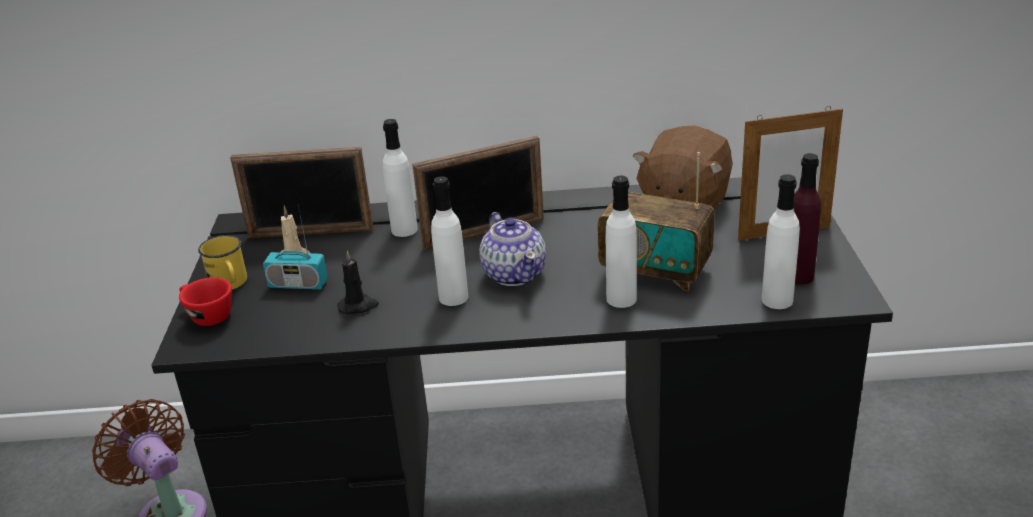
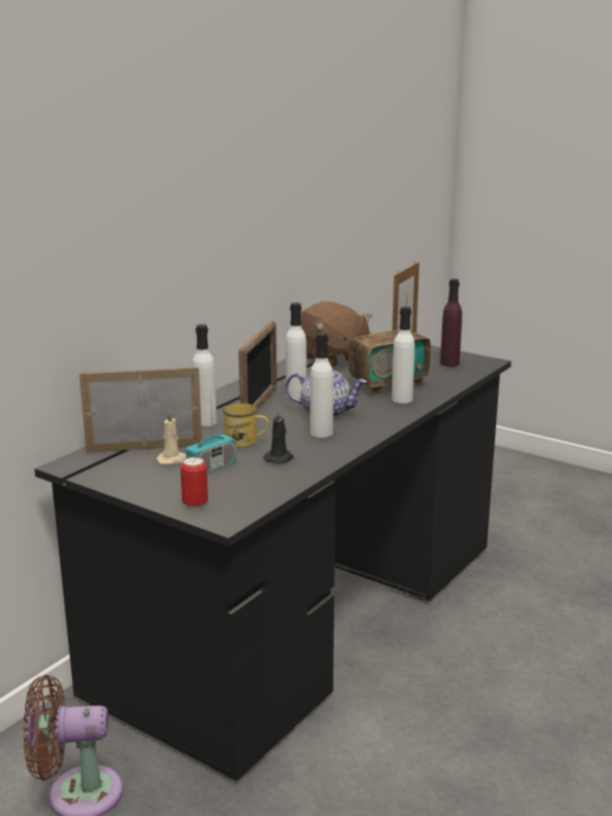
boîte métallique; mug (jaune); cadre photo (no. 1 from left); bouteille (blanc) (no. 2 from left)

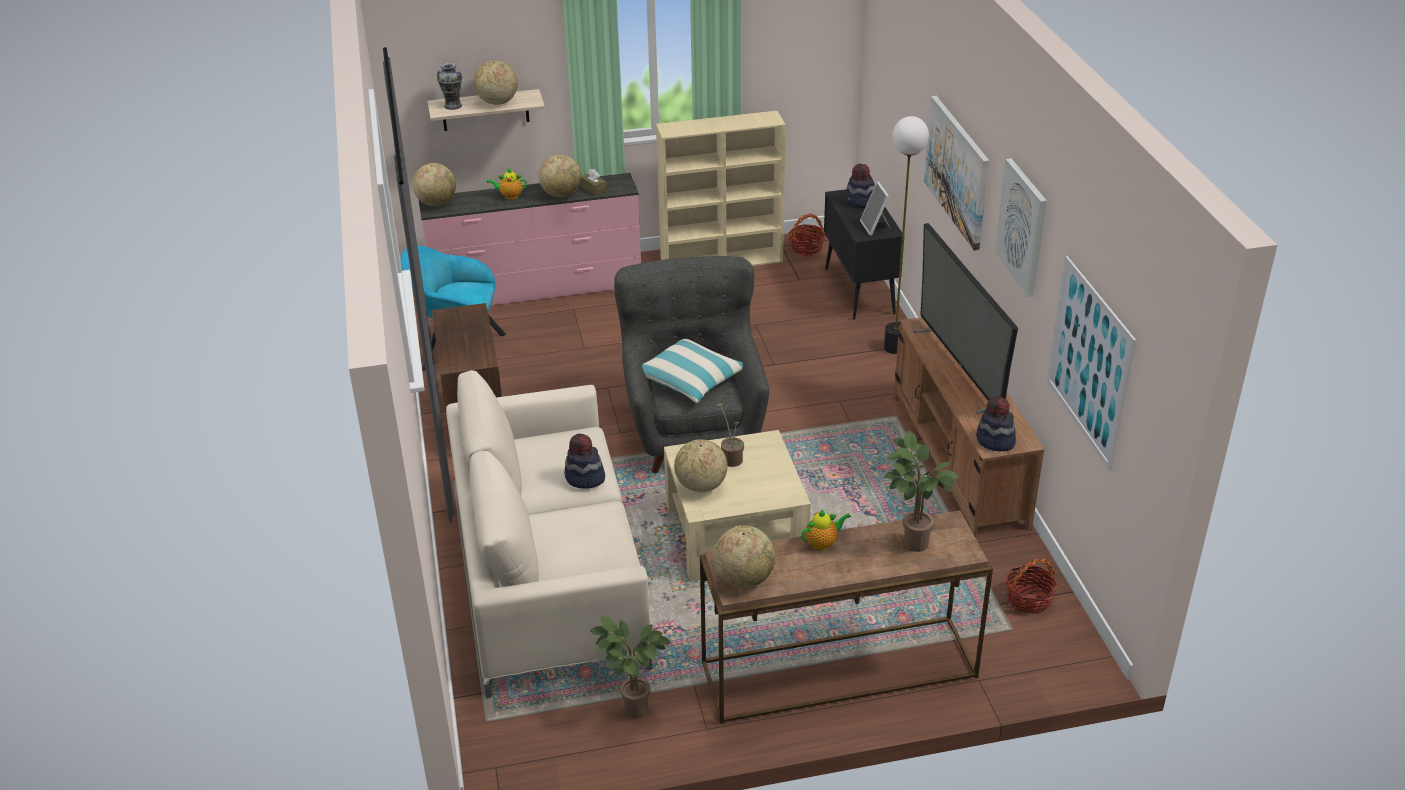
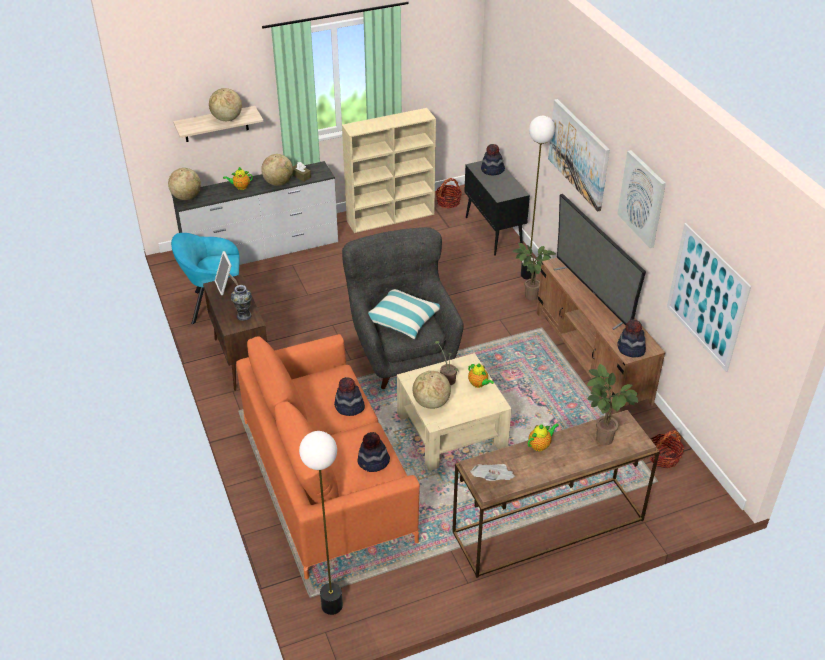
commode (blanc); vase; canapé (orange); plante en pot (no. 2 from left); journal; cadre photo; lampadaire (no. 1 from left); chapeau (no. 2 from left); théière (no. 2 from left)

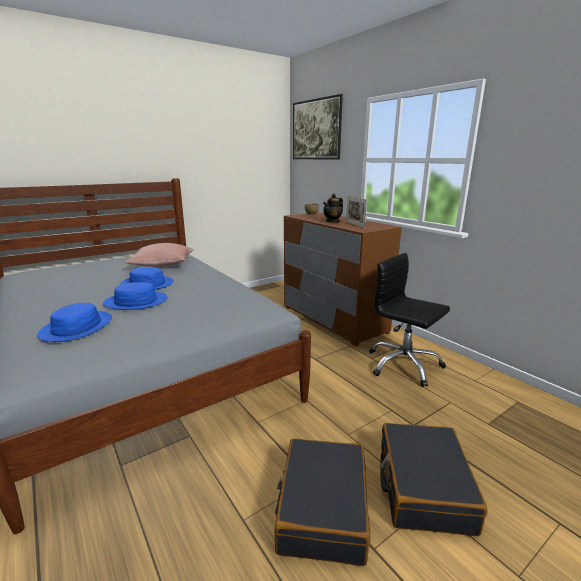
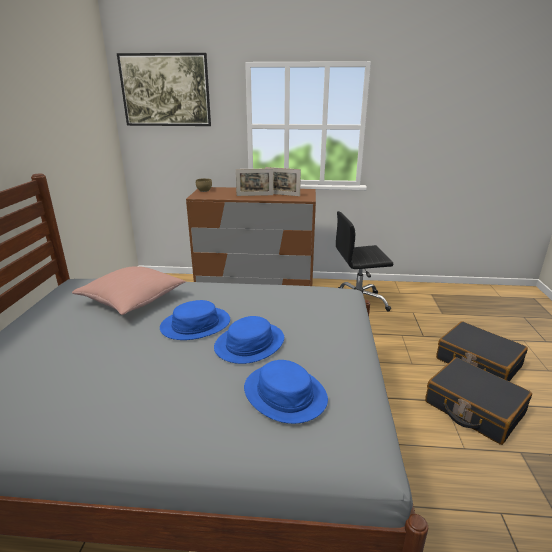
cadre photo (no. 1 from left)

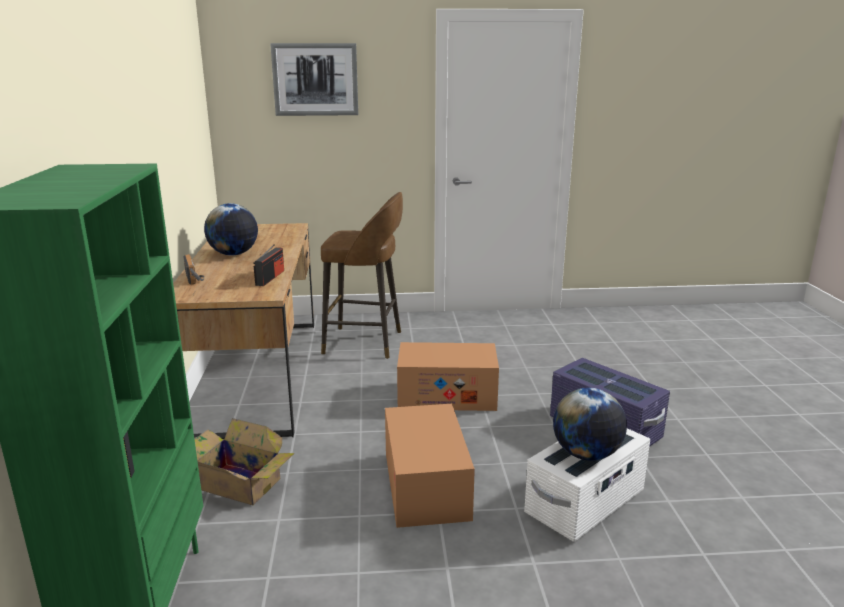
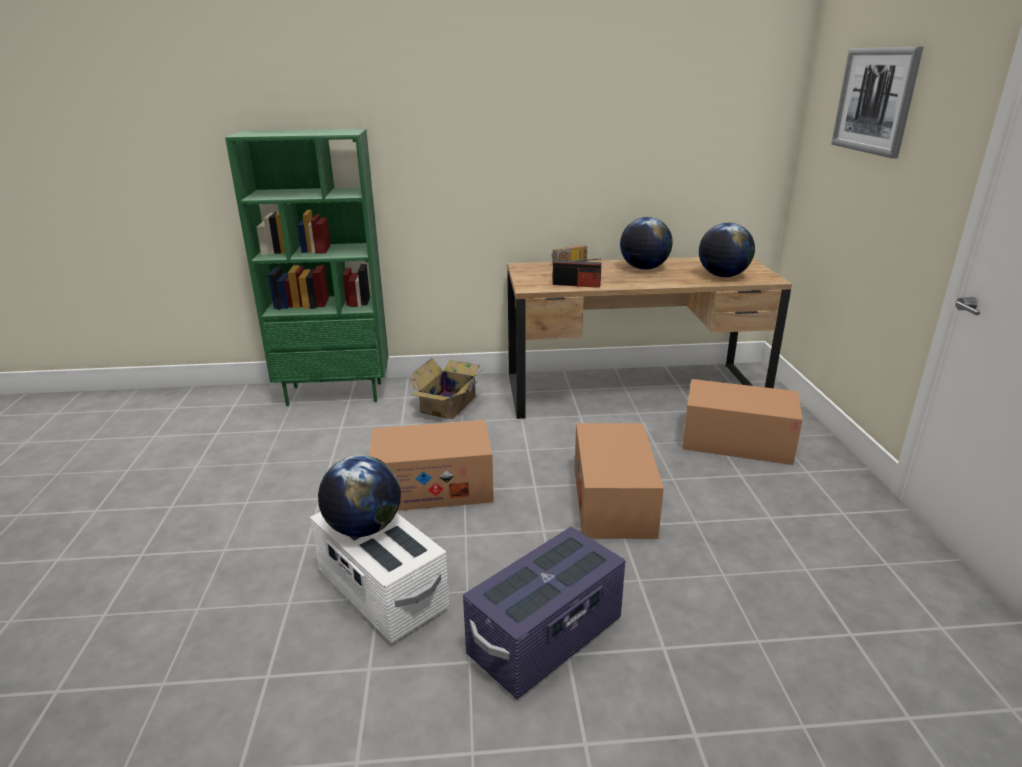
carton (no. 4 from left); globe (no. 3 from left)

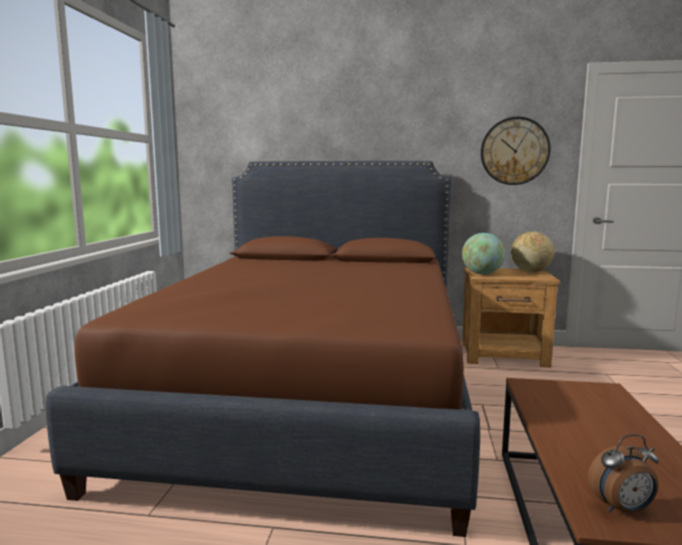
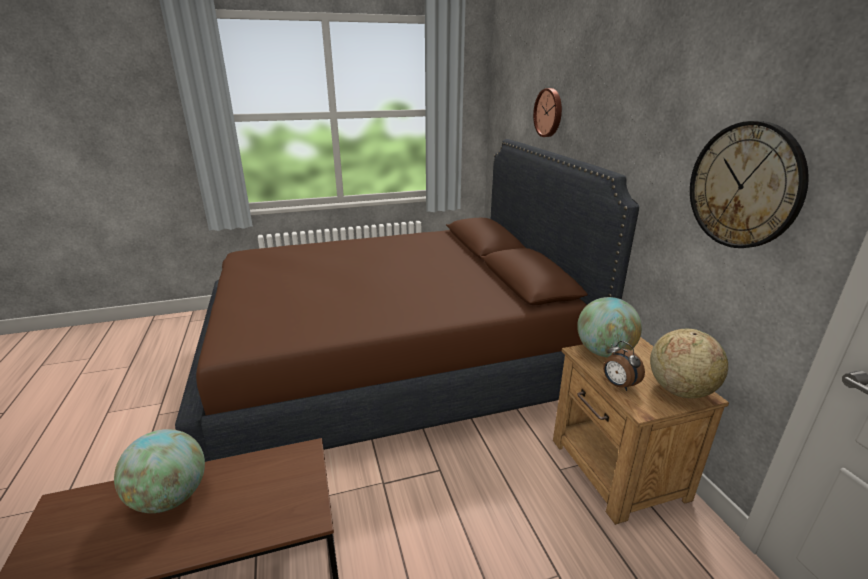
réveil; globe (no. 1 from left); horloge murale (no. 1 from left)

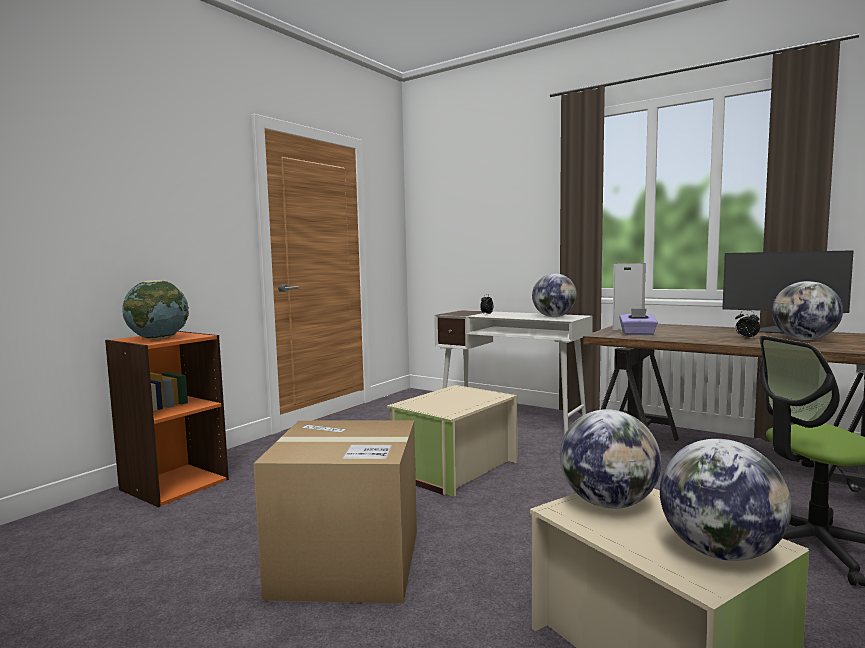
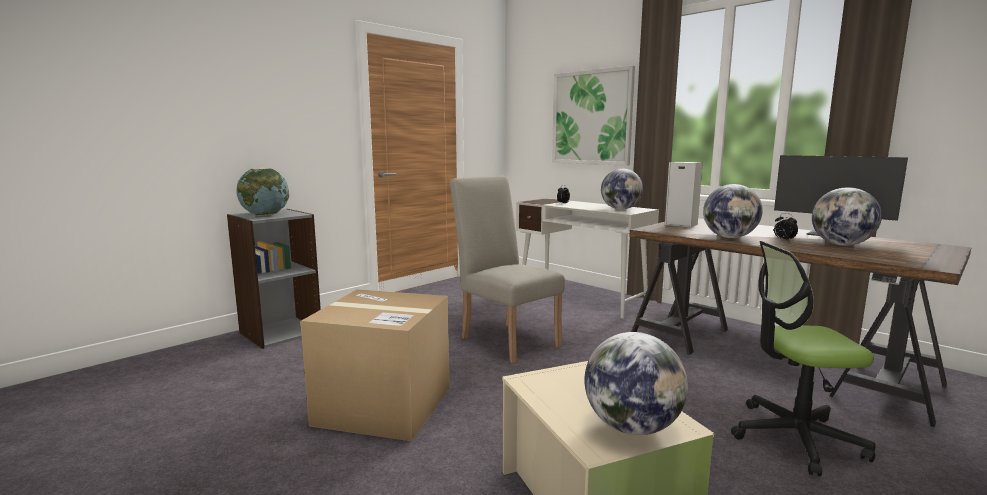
bibliothèque (gris); chaise (beige); globe (no. 4 from left); boîte à mouchoirs (violet); tableau

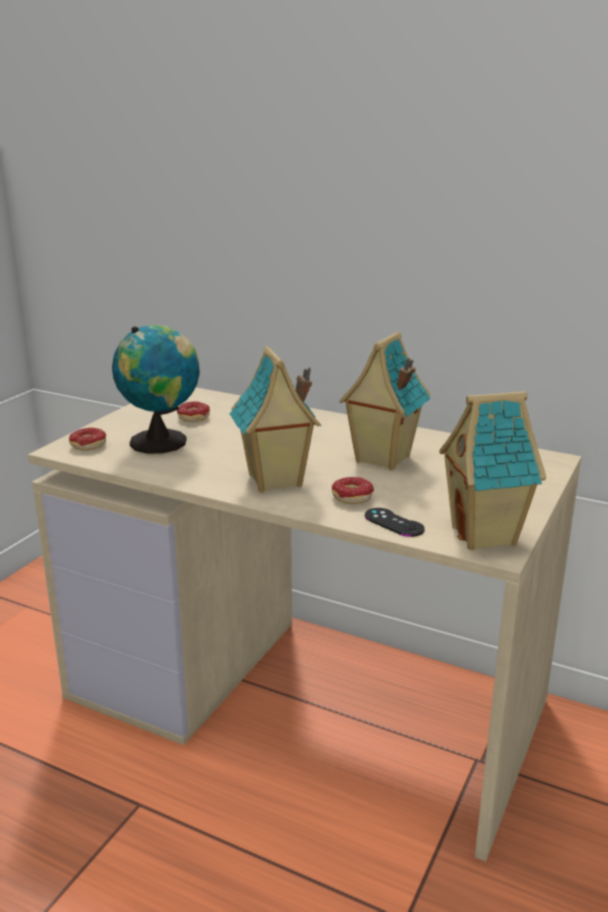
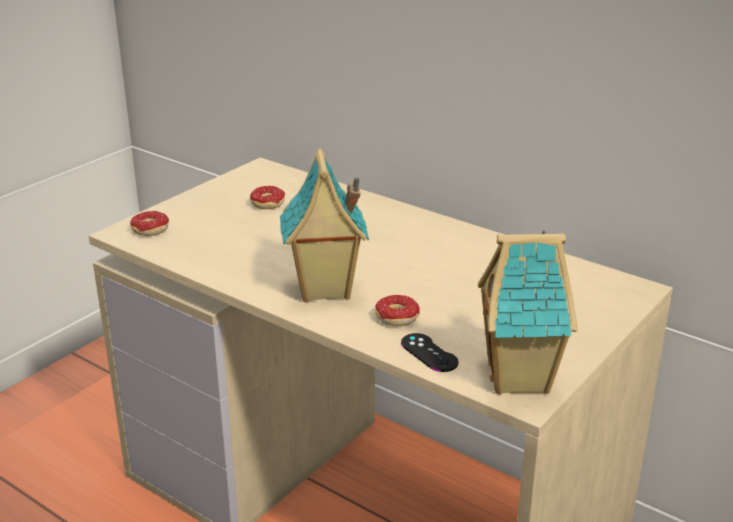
globe; maison miniature (no. 2 from left in the first image)

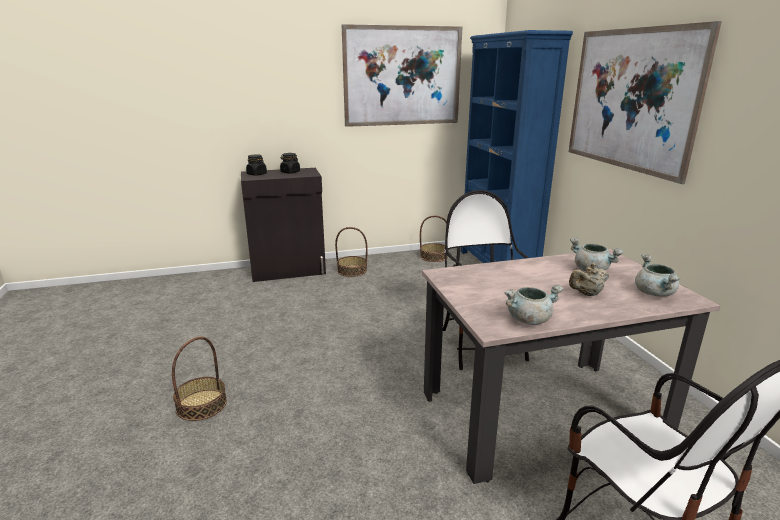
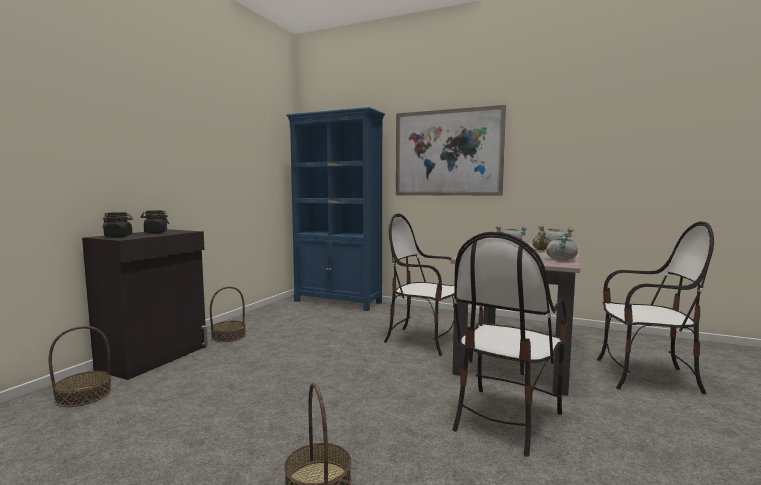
tableau (no. 1 from left in the first image); panier (no. 1 from left); chaise (no. 2 from left)

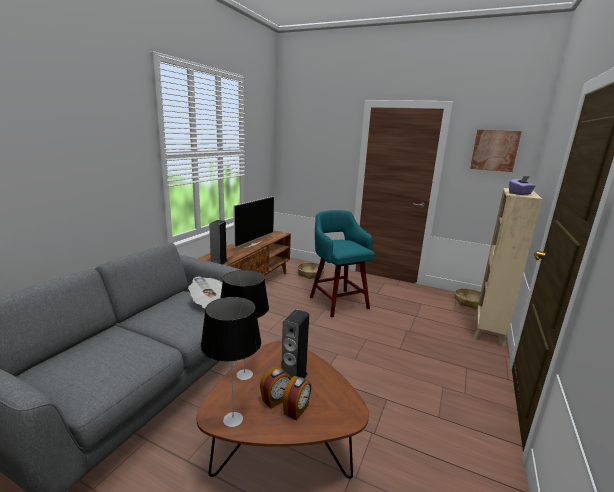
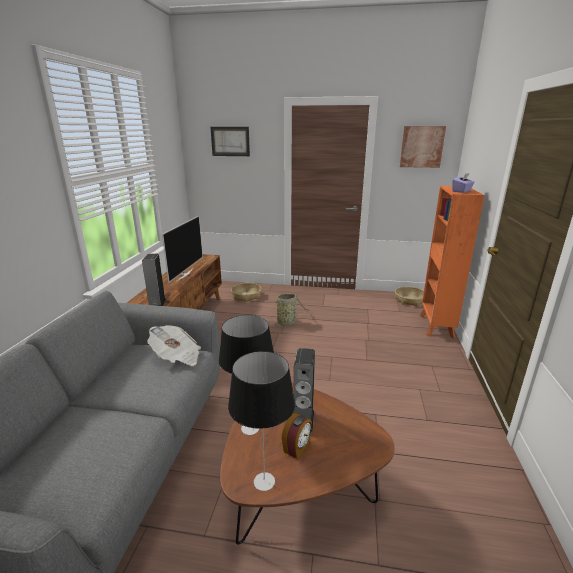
réveil (no. 2 from left in the first image); panier (no. 2 from left); bibliothèque (orange); tableau (no. 1 from left)

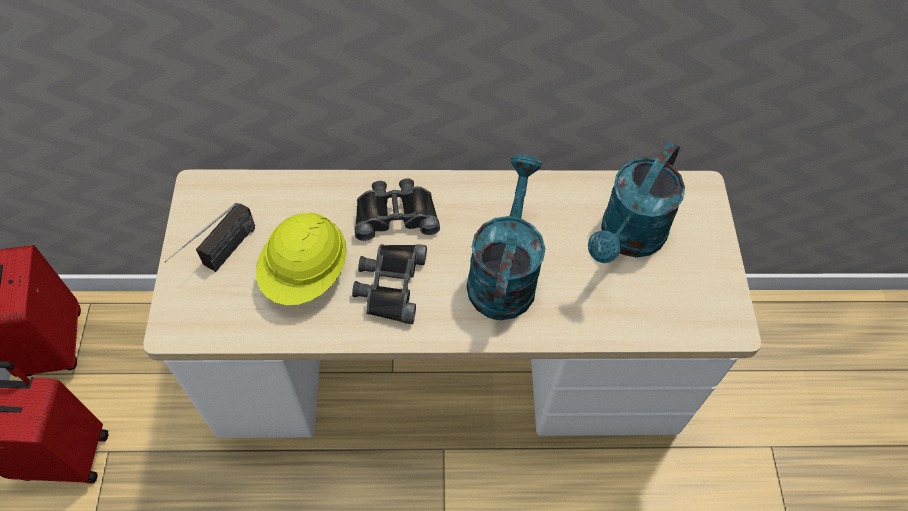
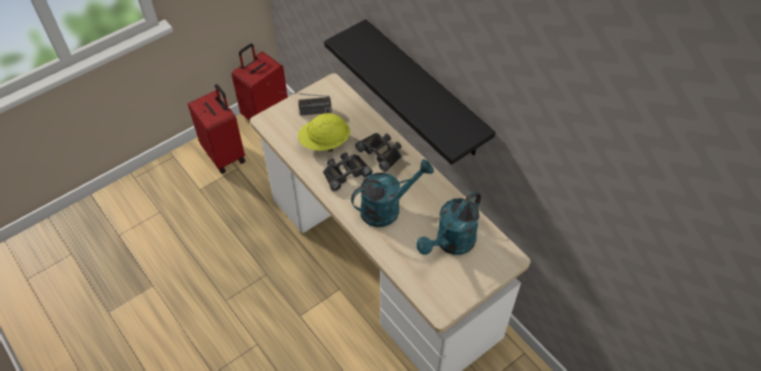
arrosoir (turquoise) (no. 2 from left); étagère (noir)

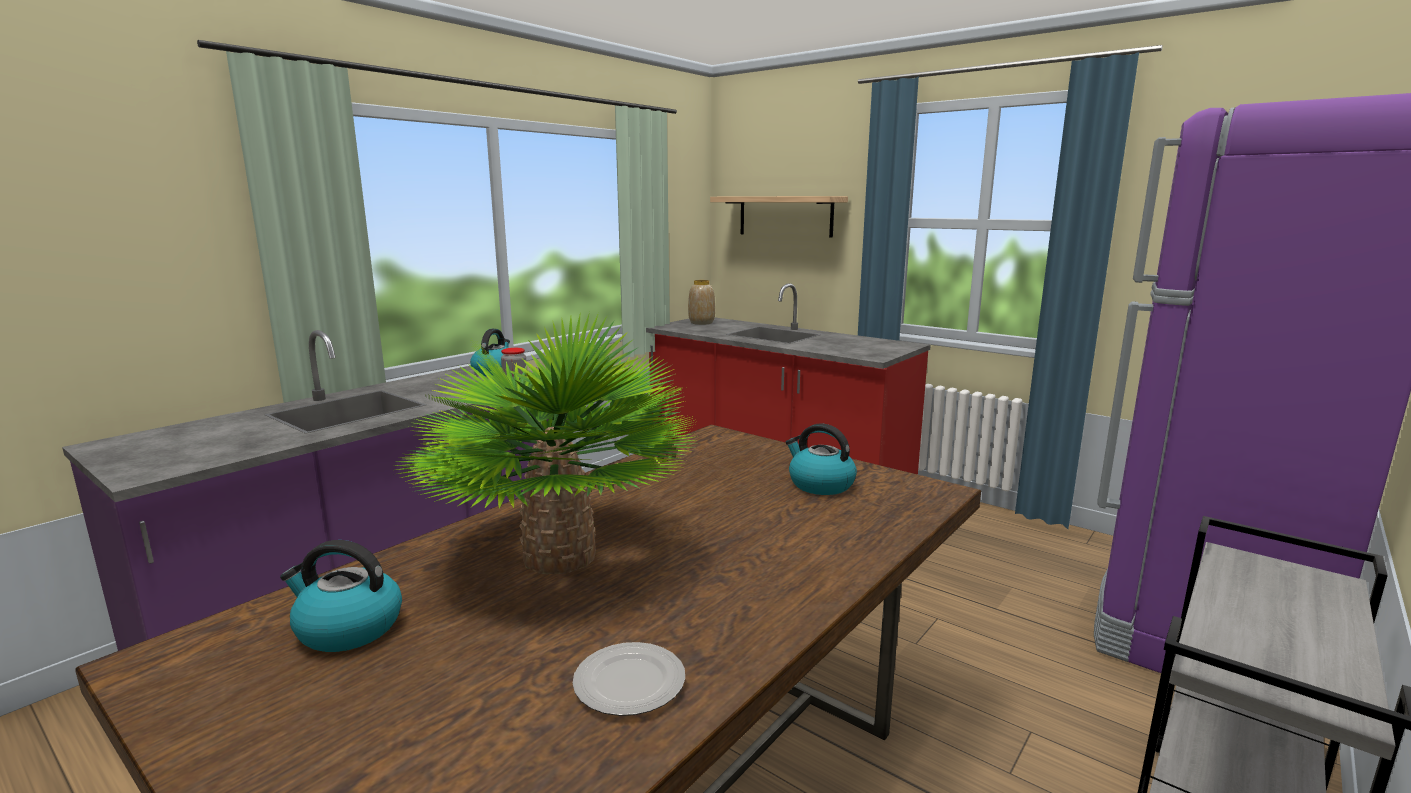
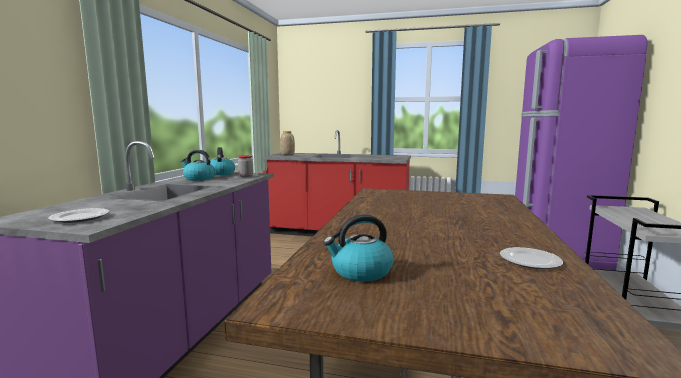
plante en pot; étagère; bouilloire (no. 1 from left); assiette (no. 1 from left)

